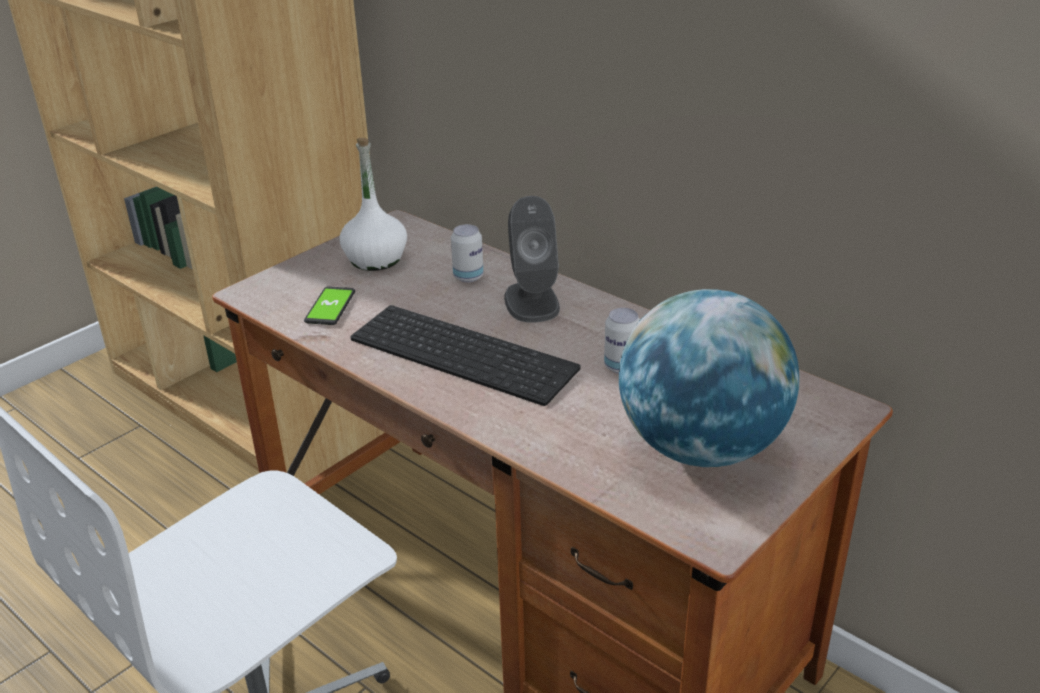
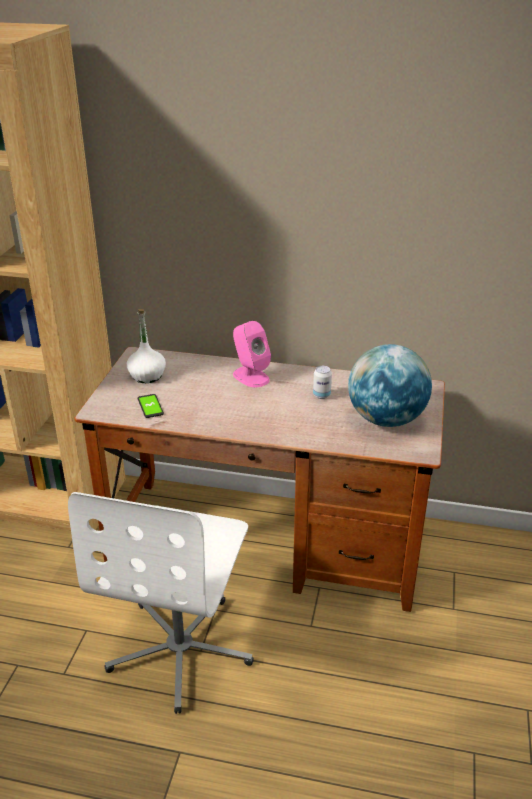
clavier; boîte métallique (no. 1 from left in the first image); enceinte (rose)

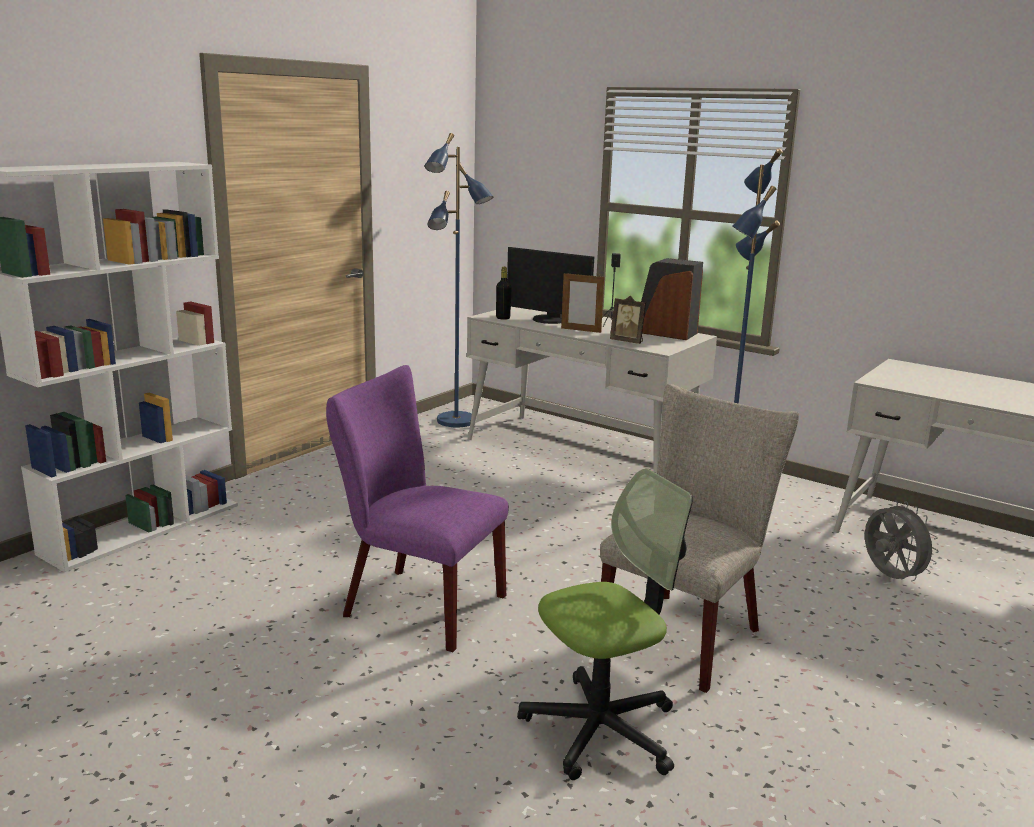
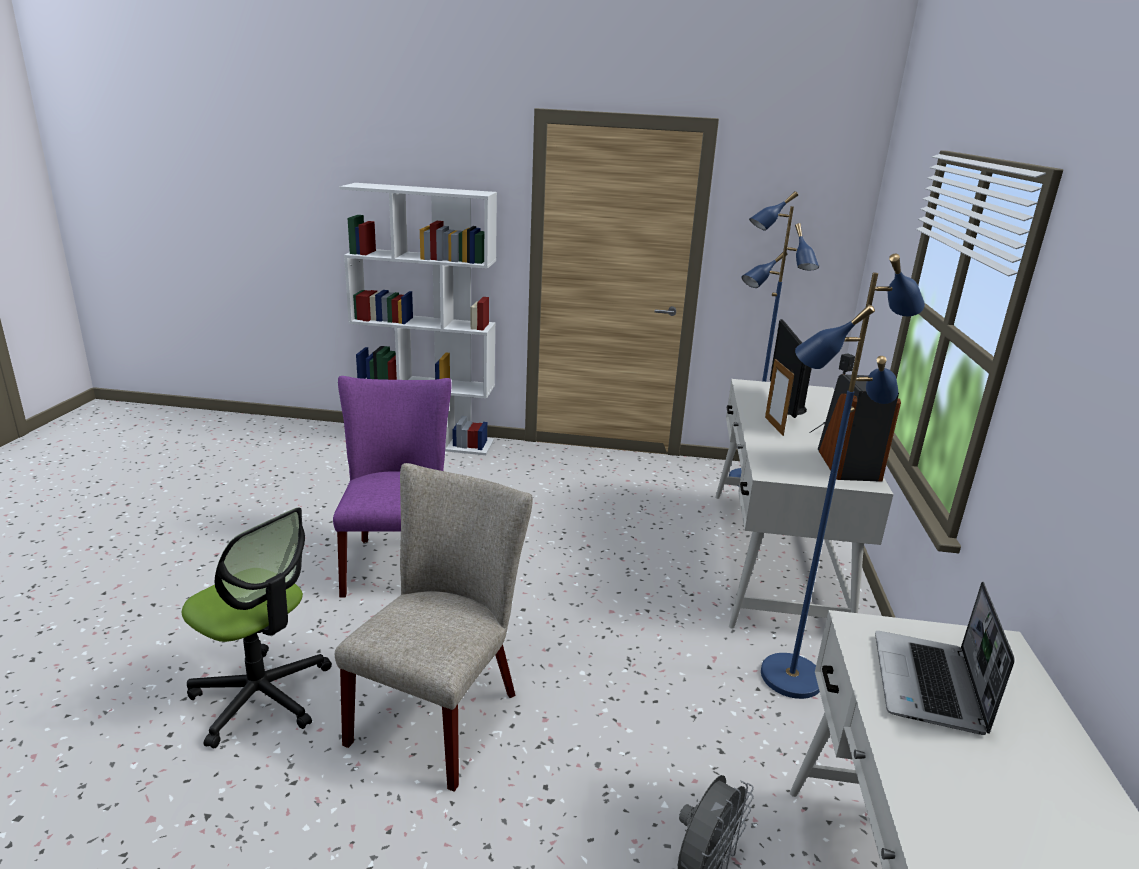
bouteille (noir); chaise (beige); cadre photo (no. 2 from left in the first image); ordinateur portable

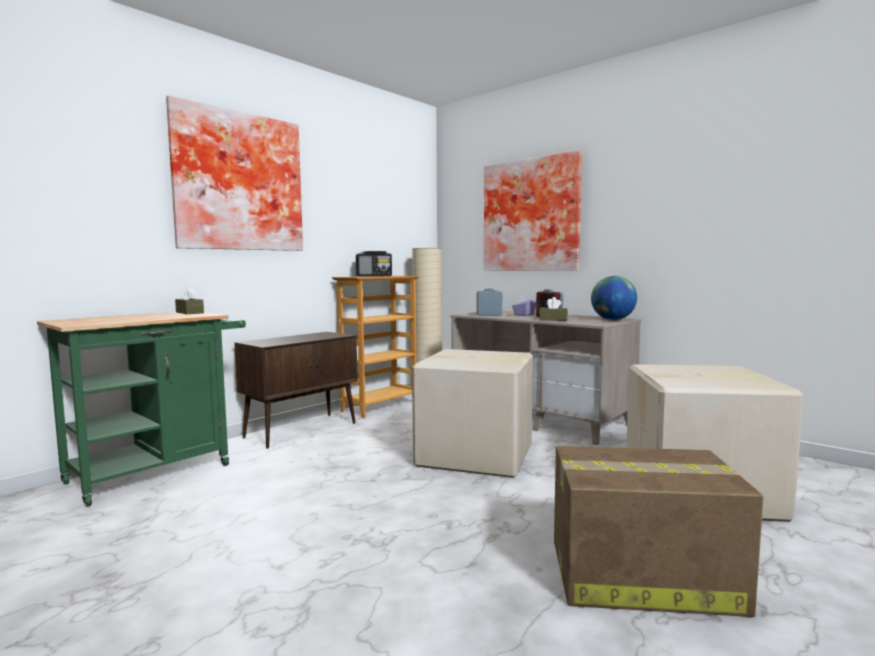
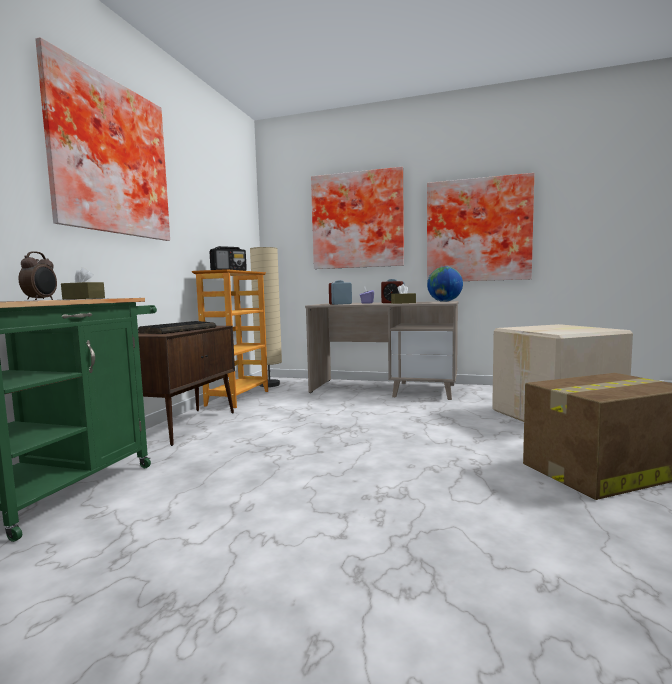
carton (no. 1 from left in the first image); réveil (no. 1 from left); clavier; tableau (no. 3 from left)

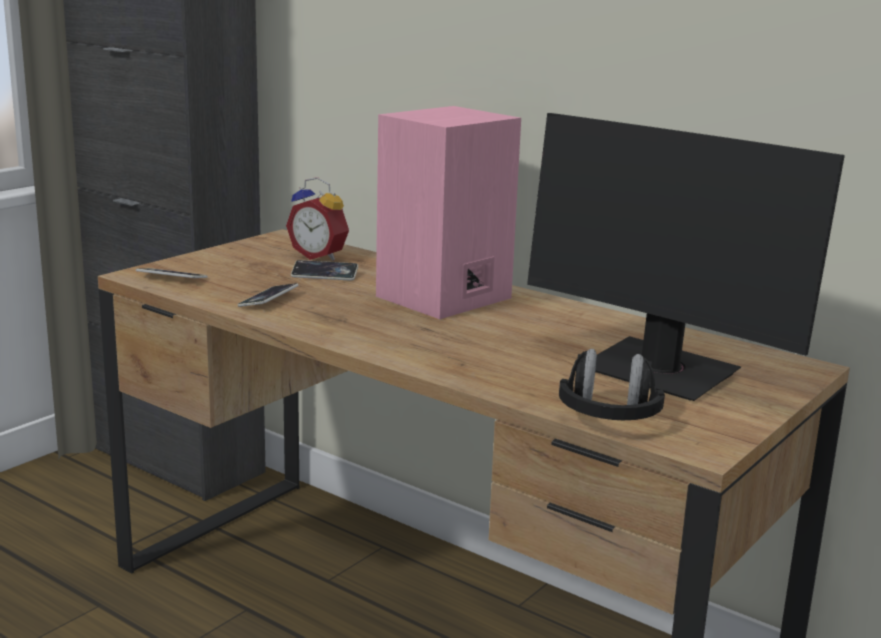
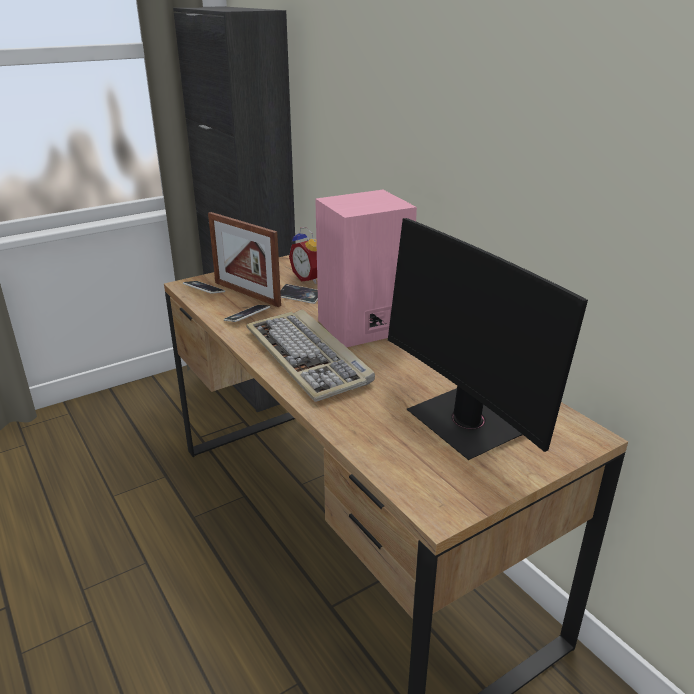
casque audio (noir); cadre photo; clavier

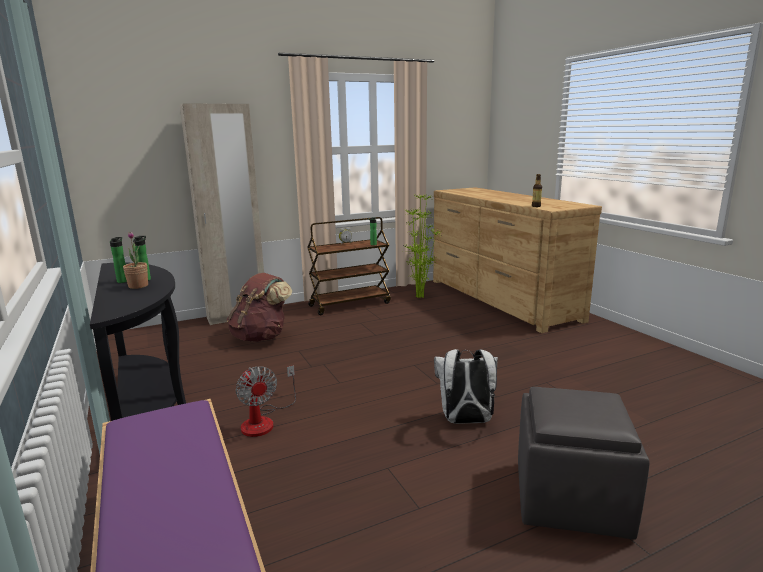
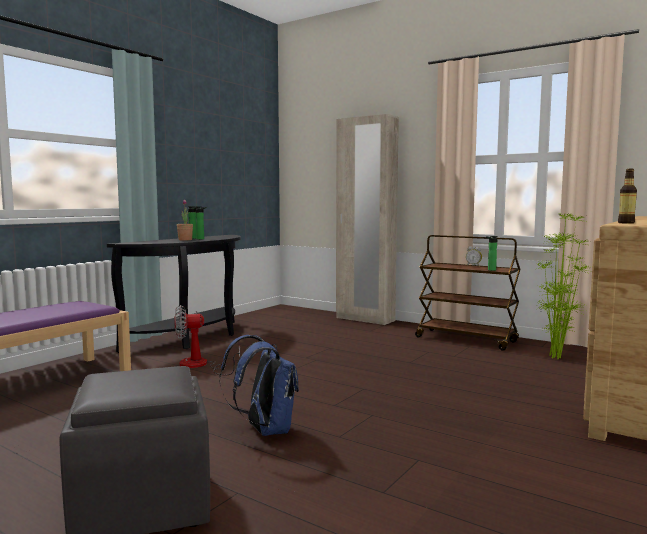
sac à dos (marron); ventilateur; sac à dos (bleu)

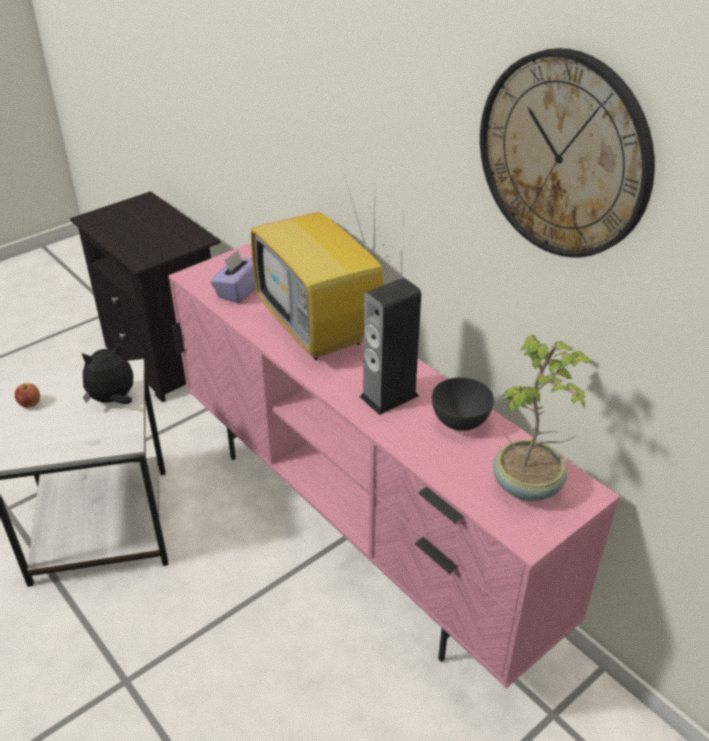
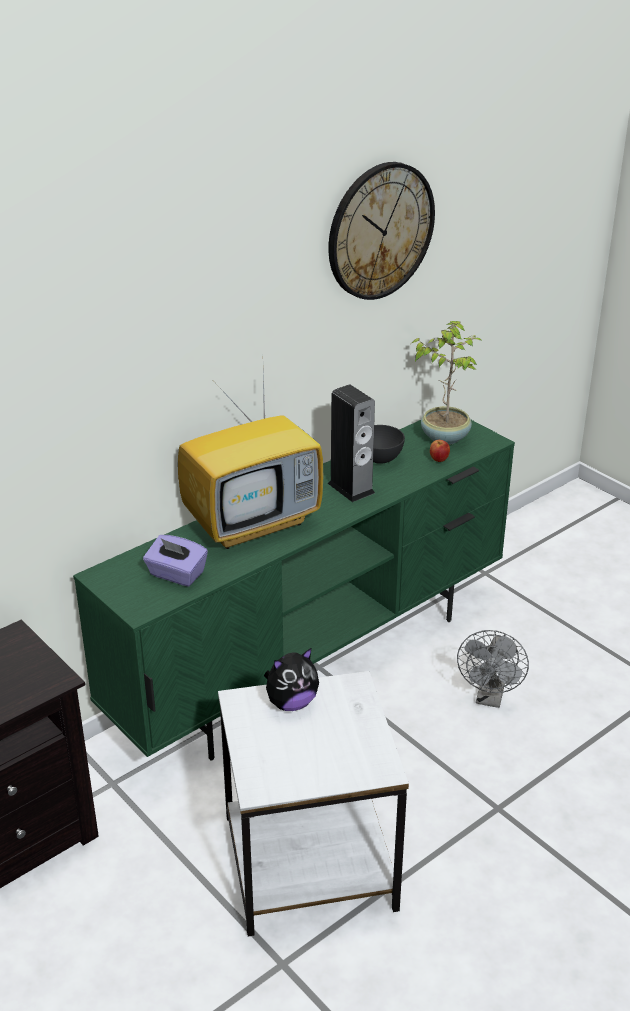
pomme; peluche; meuble télé (vert); ventilateur (gris)

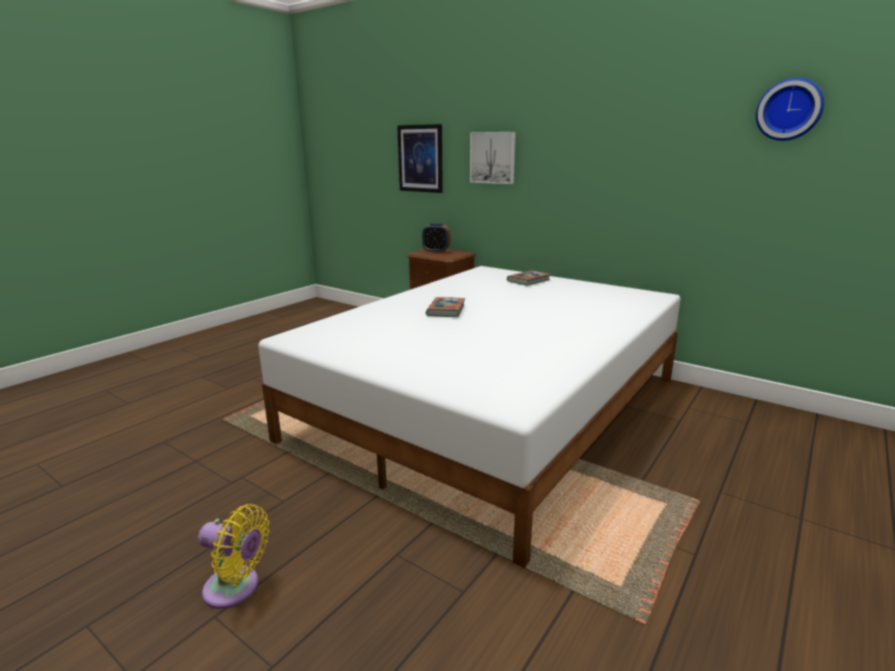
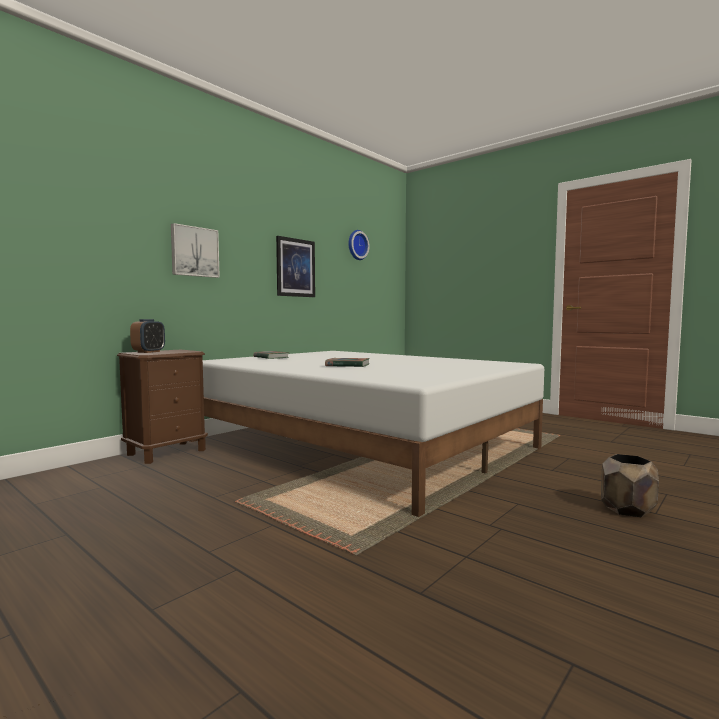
cache-pot (marron); tableau (no. 2 from left)

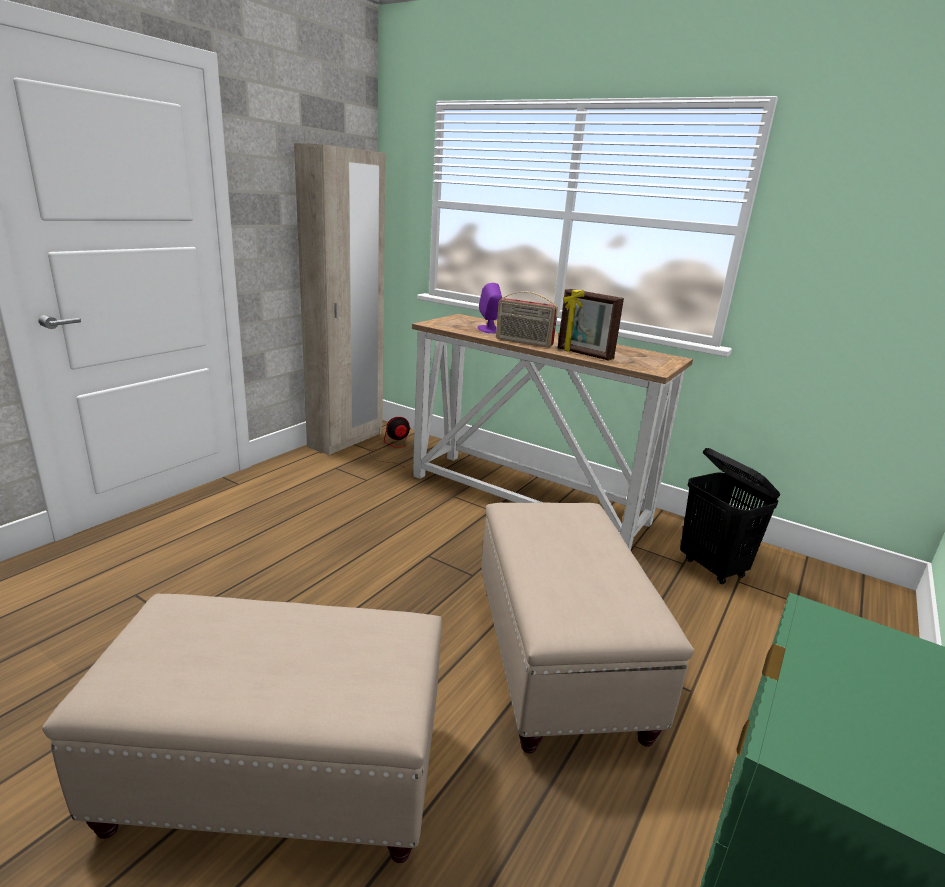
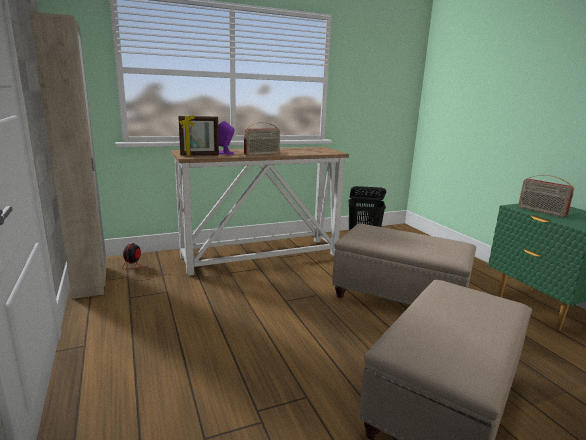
cadre photo; radio (no. 2 from left)

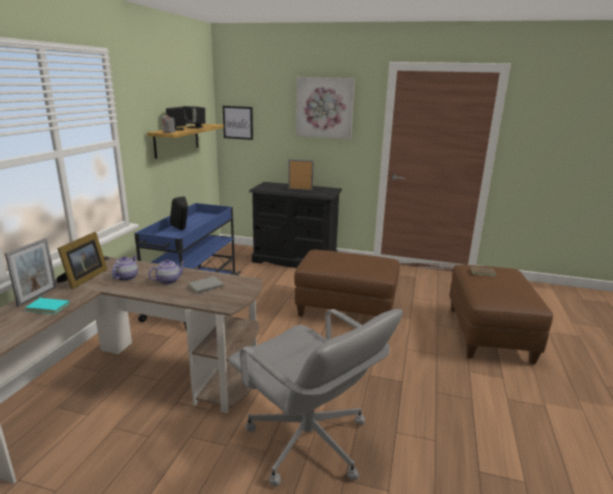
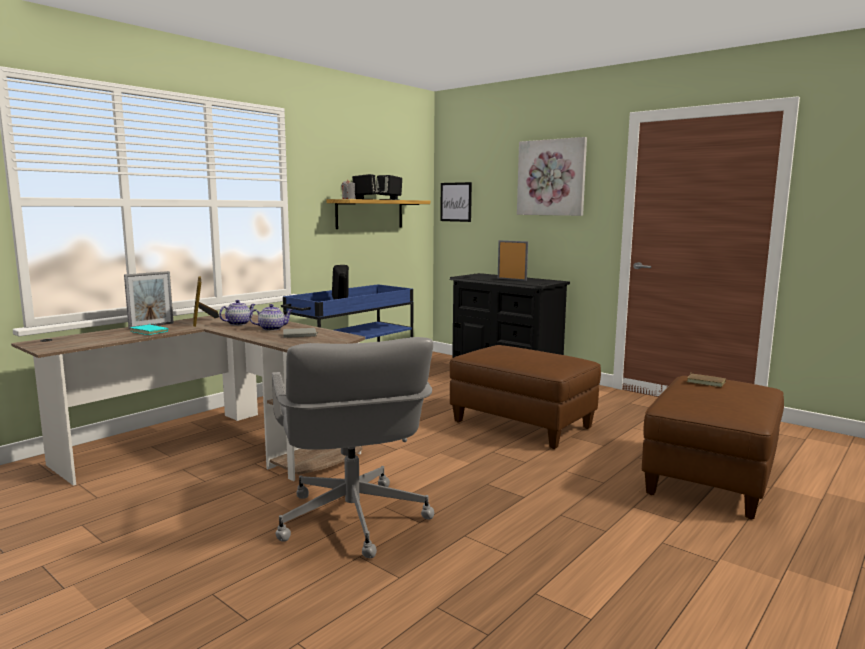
cadre photo (no. 2 from left)

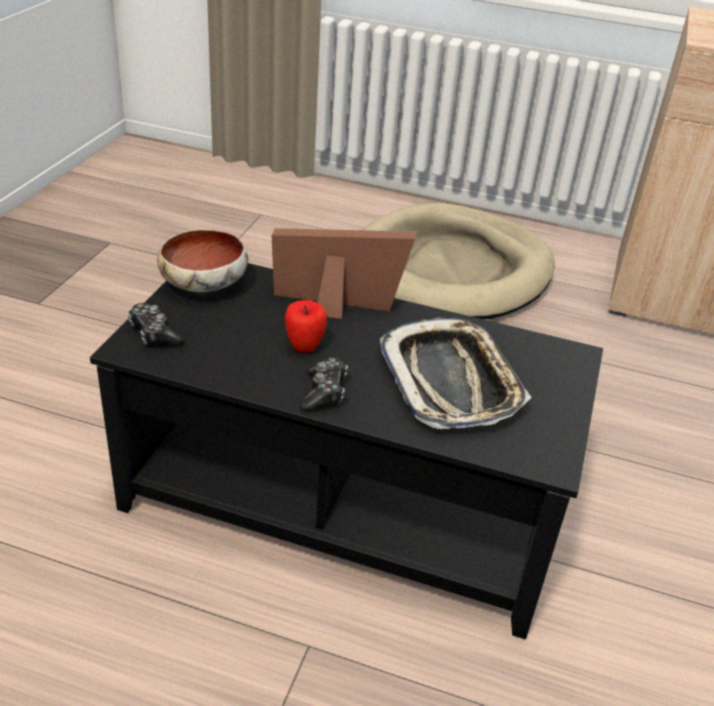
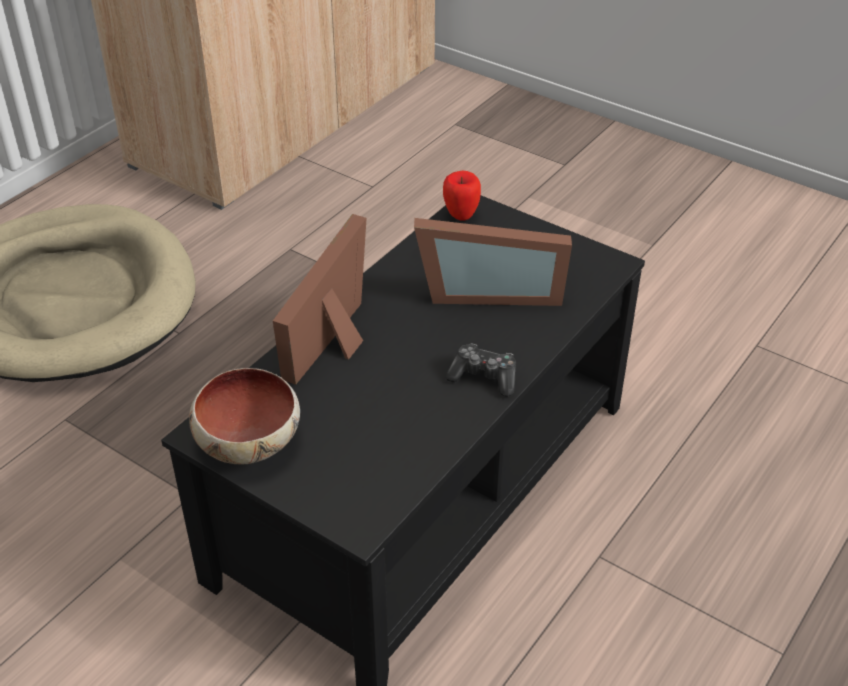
manette (no. 1 from left in the first image); pomme; cadre photo (no. 2 from left)

